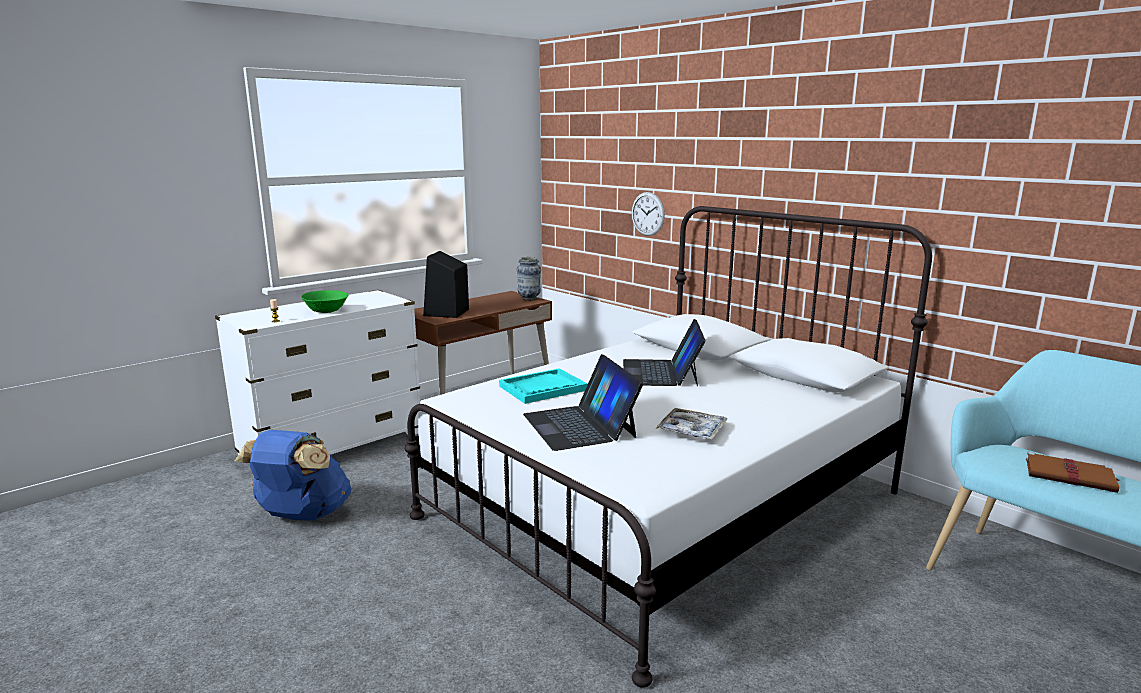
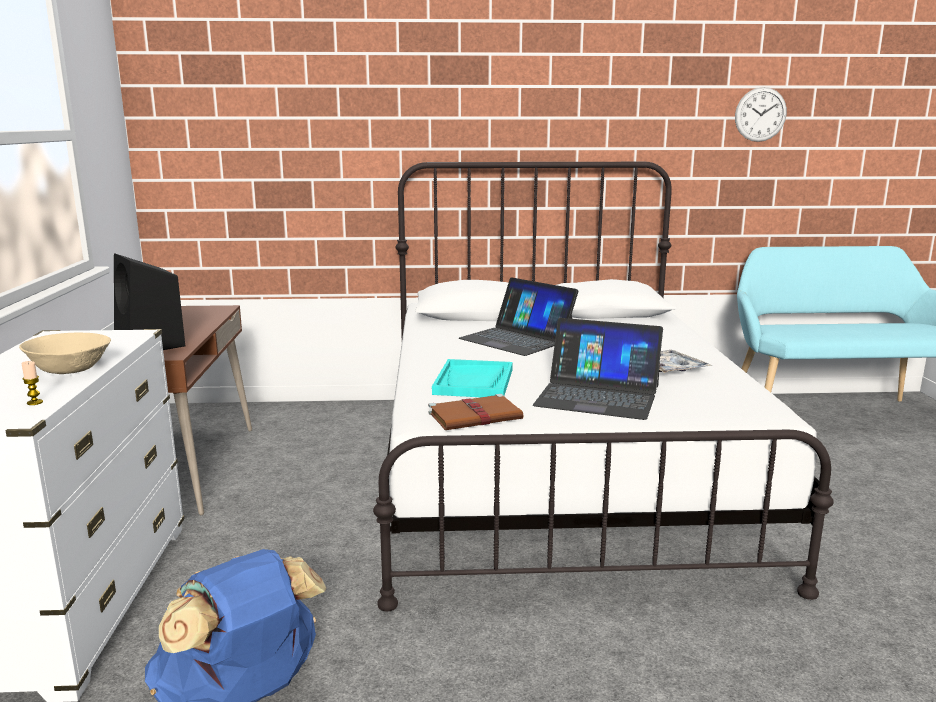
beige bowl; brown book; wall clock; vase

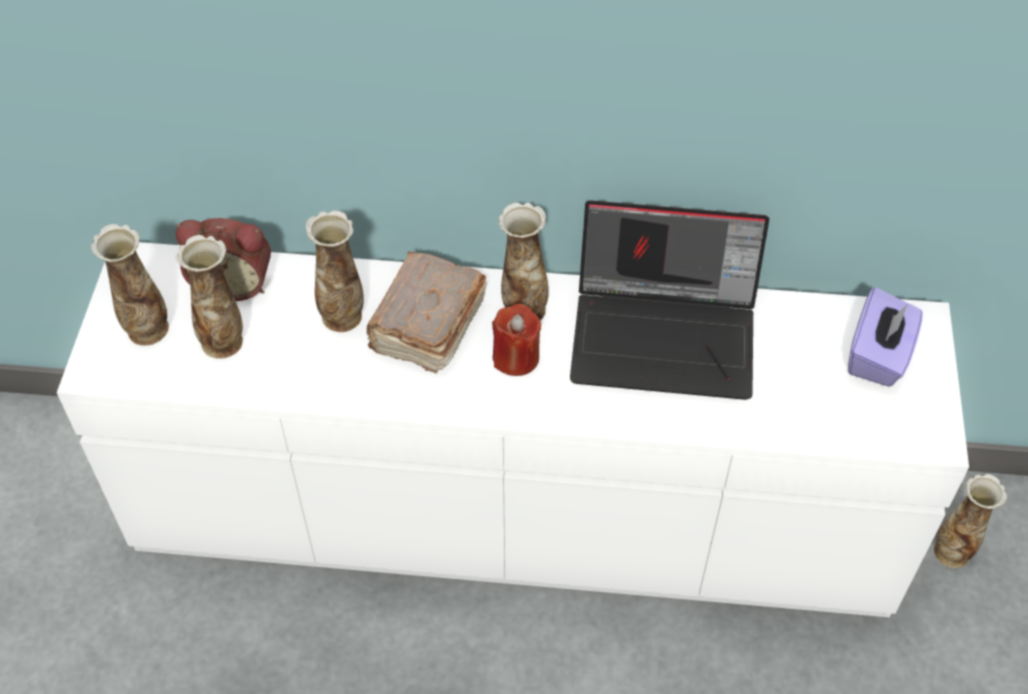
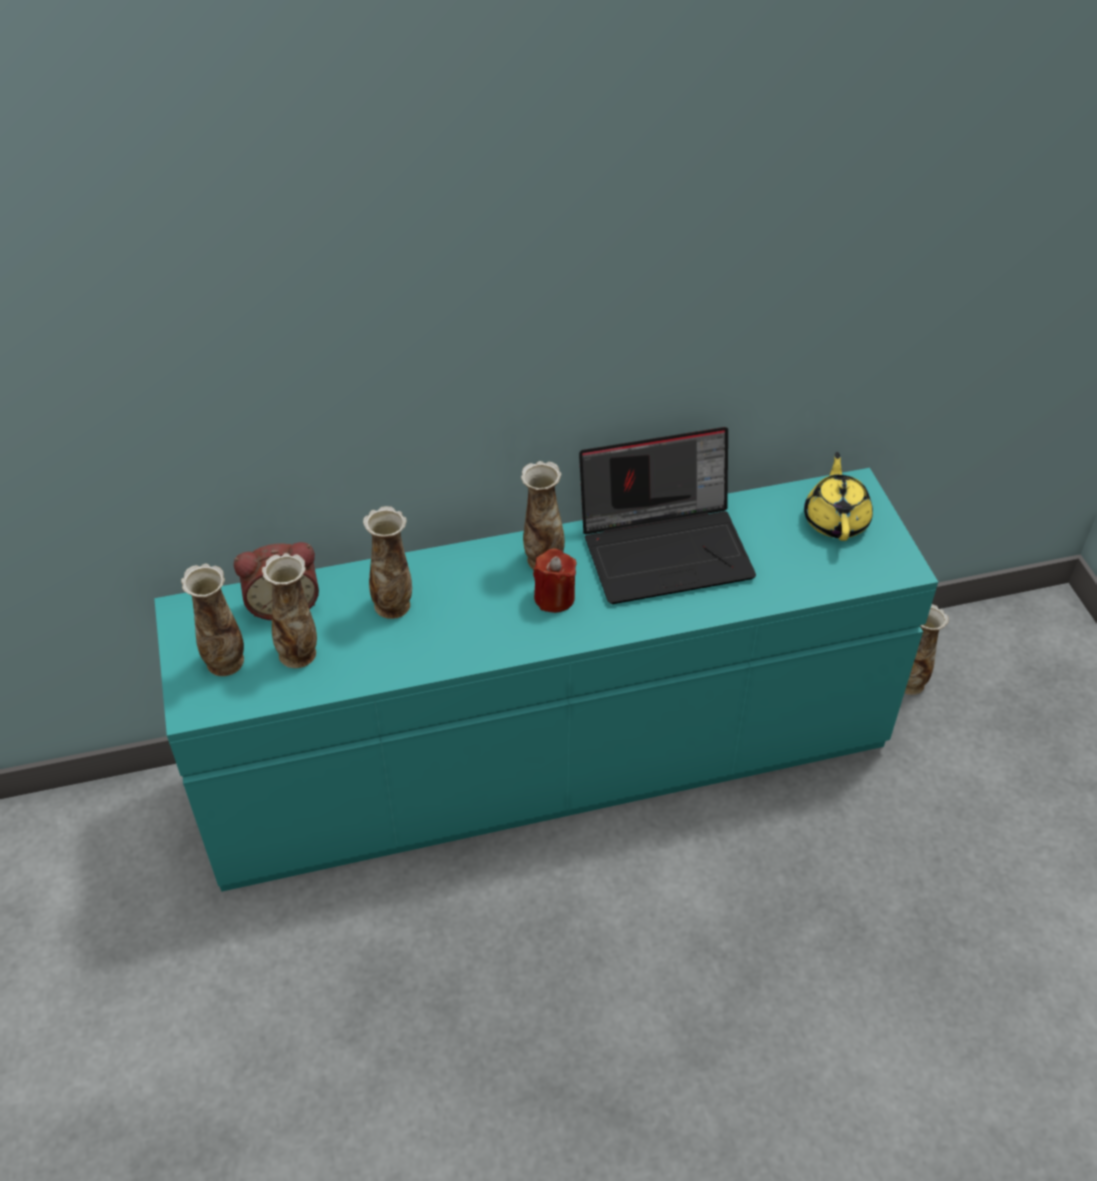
turquoise dresser; yellow teapot; brown book

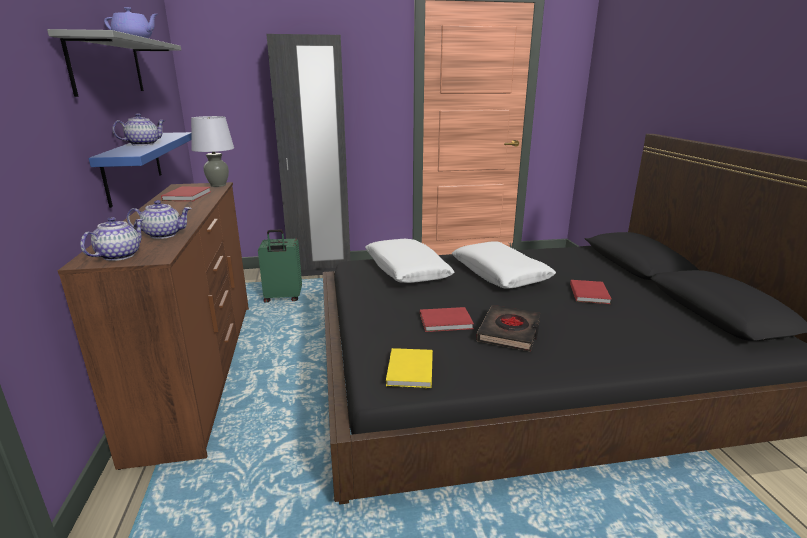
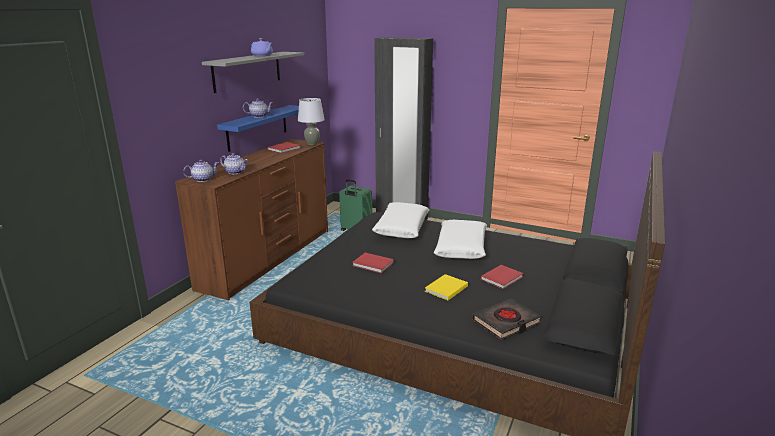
yellow book; black book

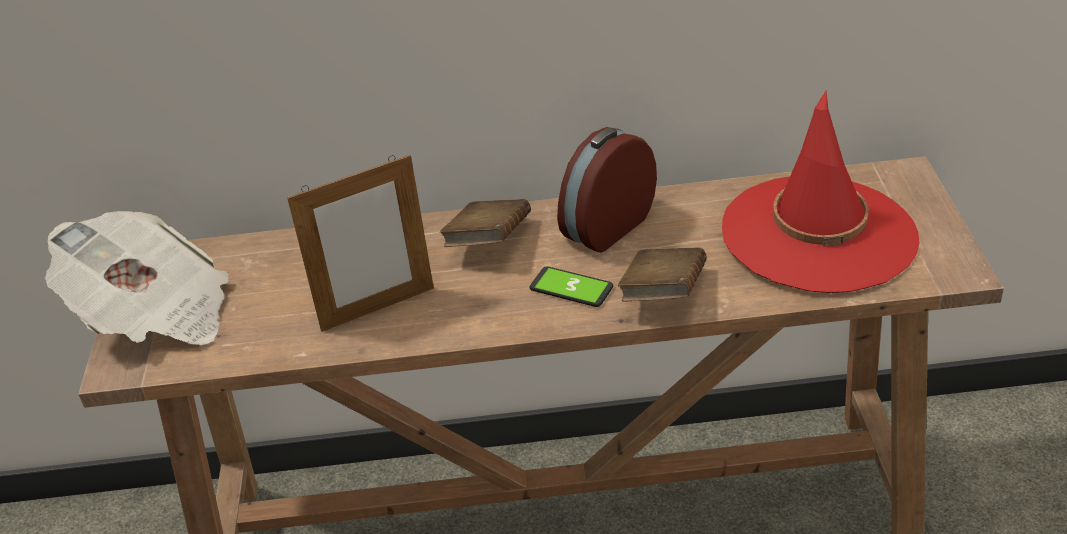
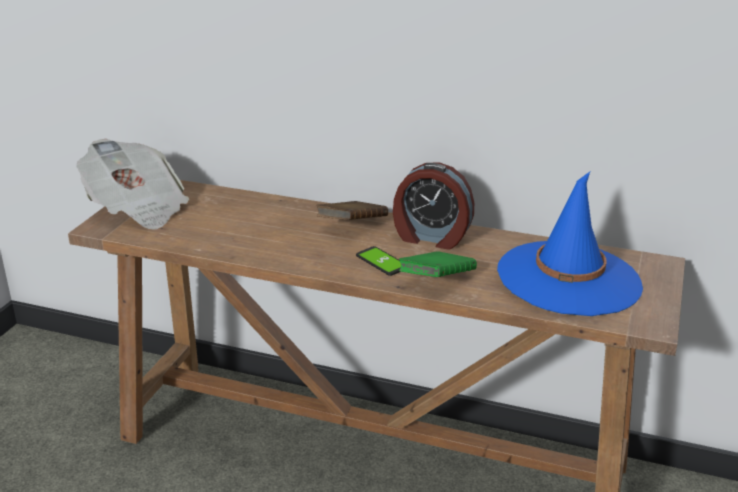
alarm clock; green book; blue hat; picture frame

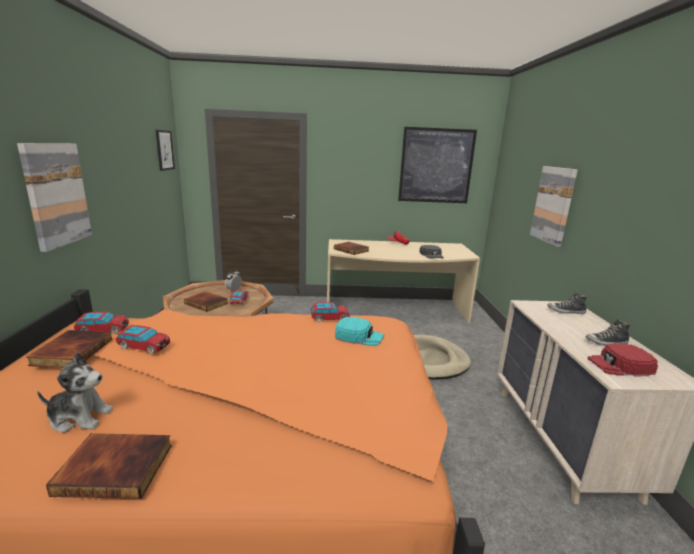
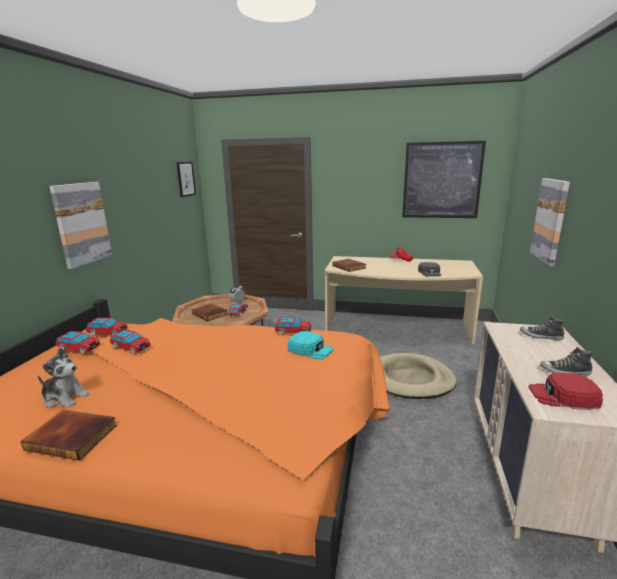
toy car (no. 1 from left)

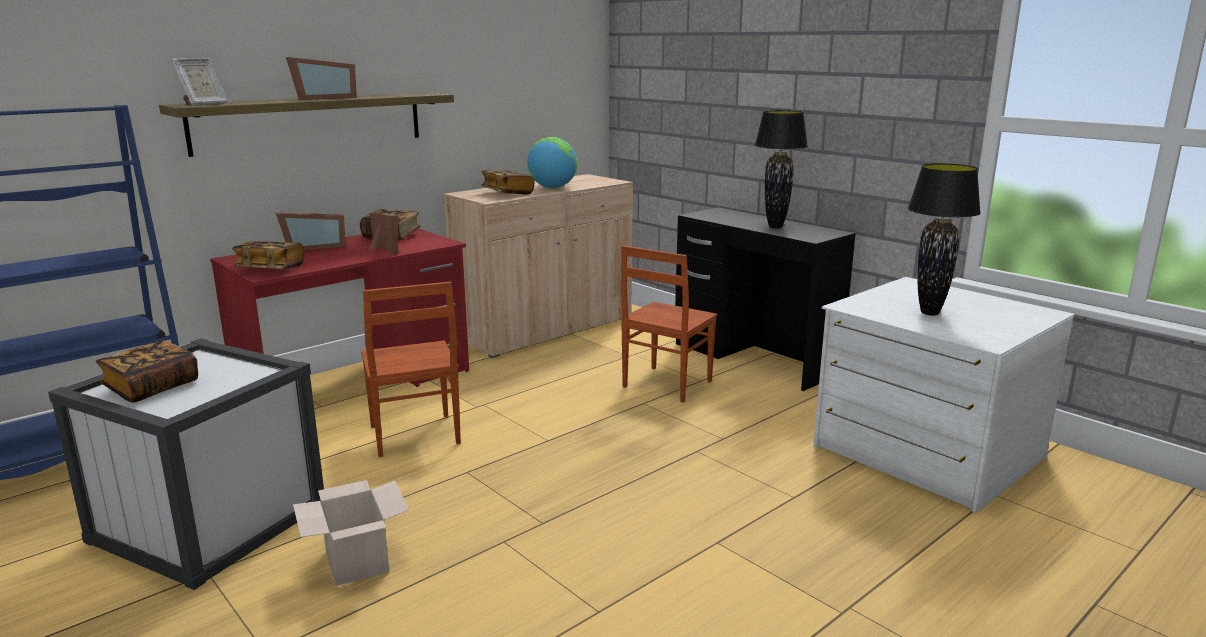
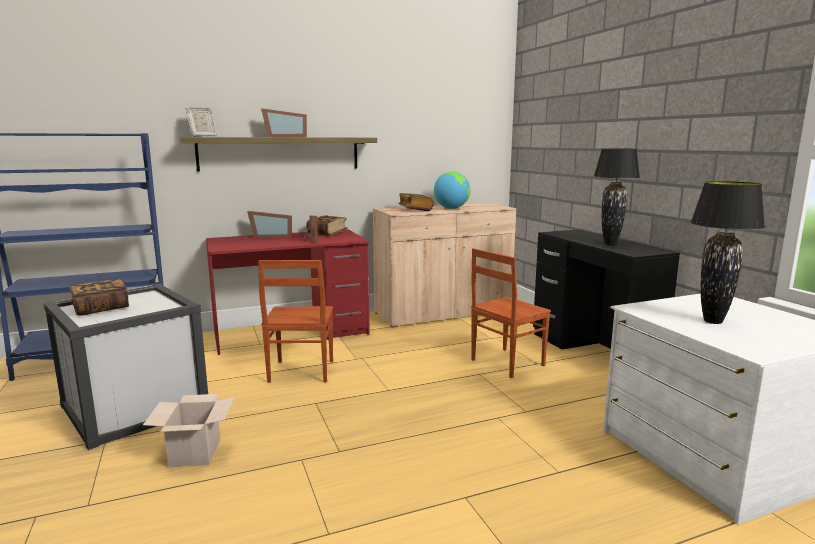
book (no. 2 from left in the first image)

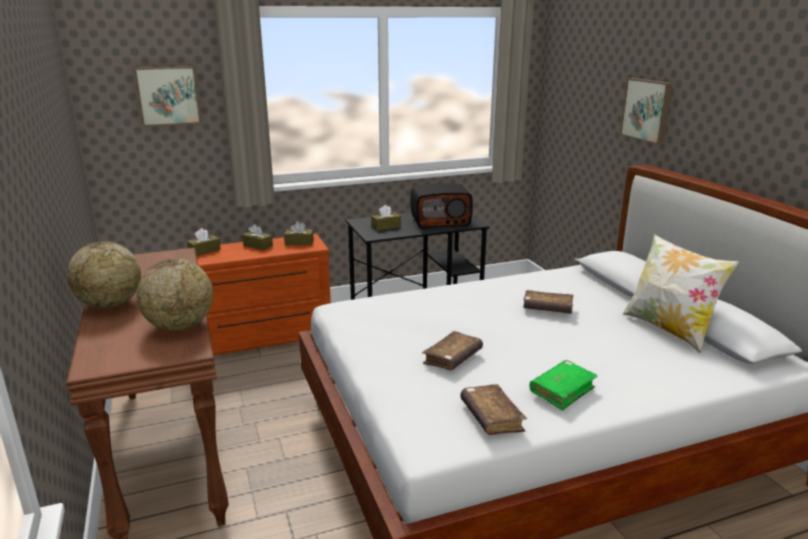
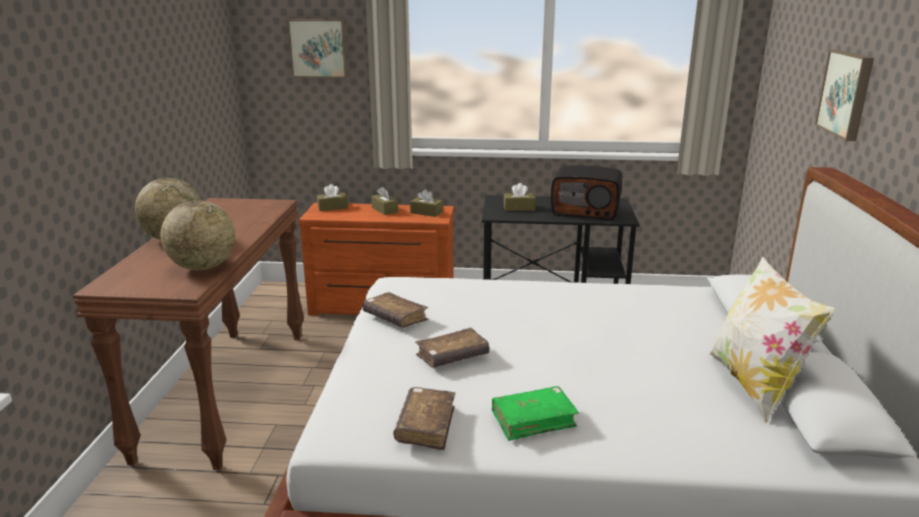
brown book (no. 1 from left)

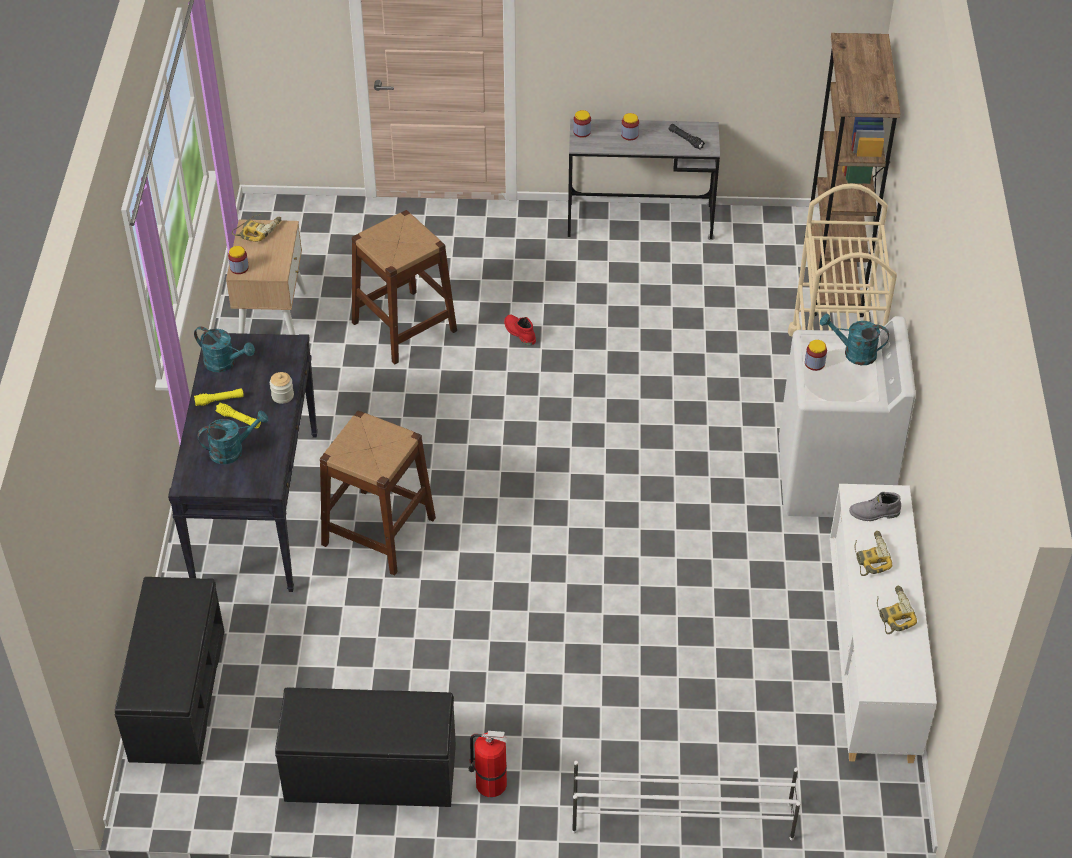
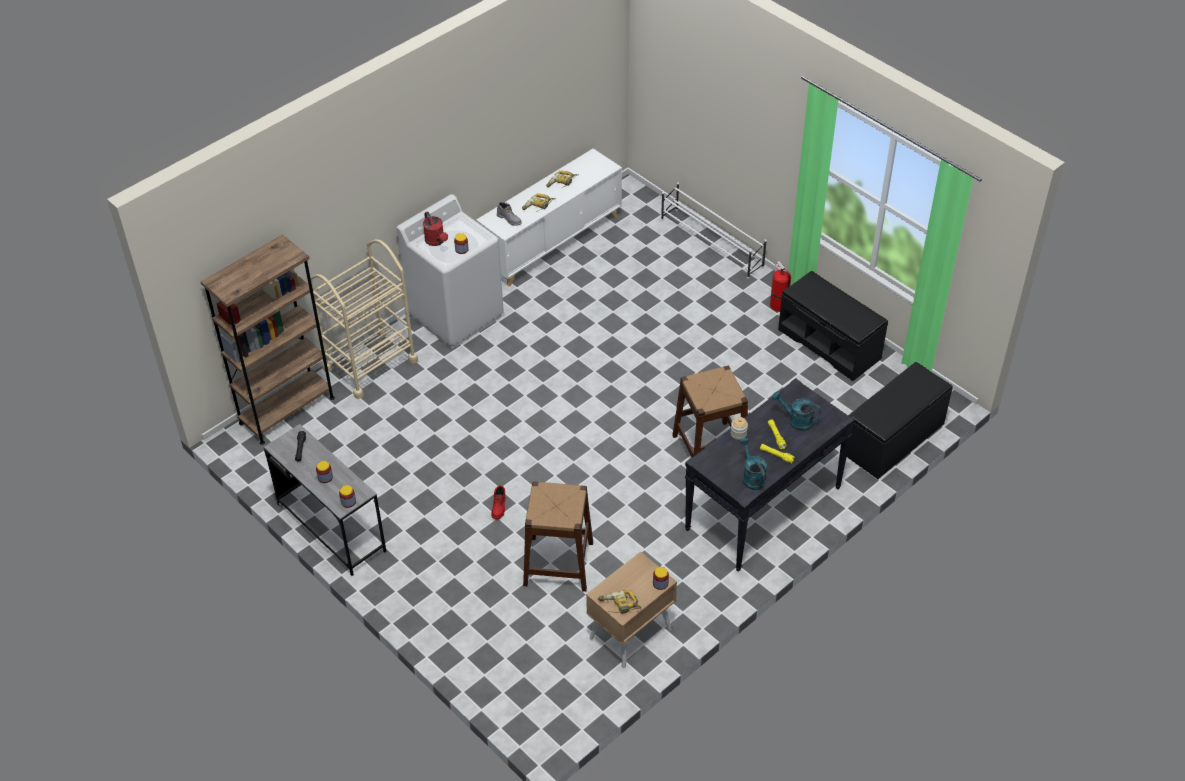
red watering can

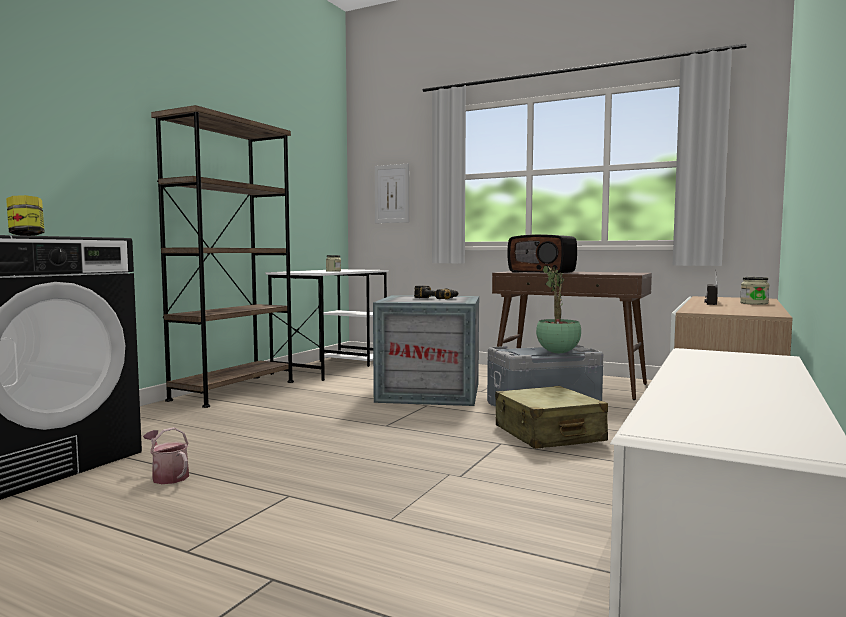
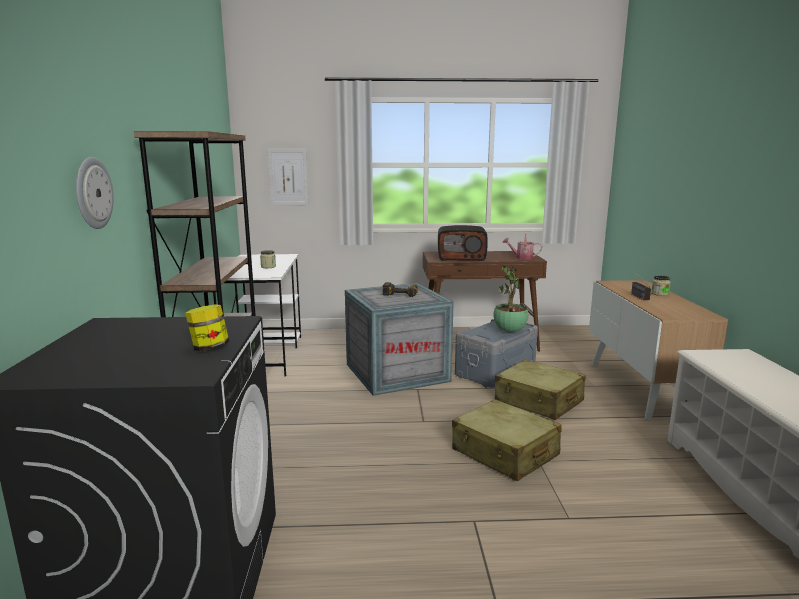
wall clock; beige suitcase (no. 1 from left); watering can

